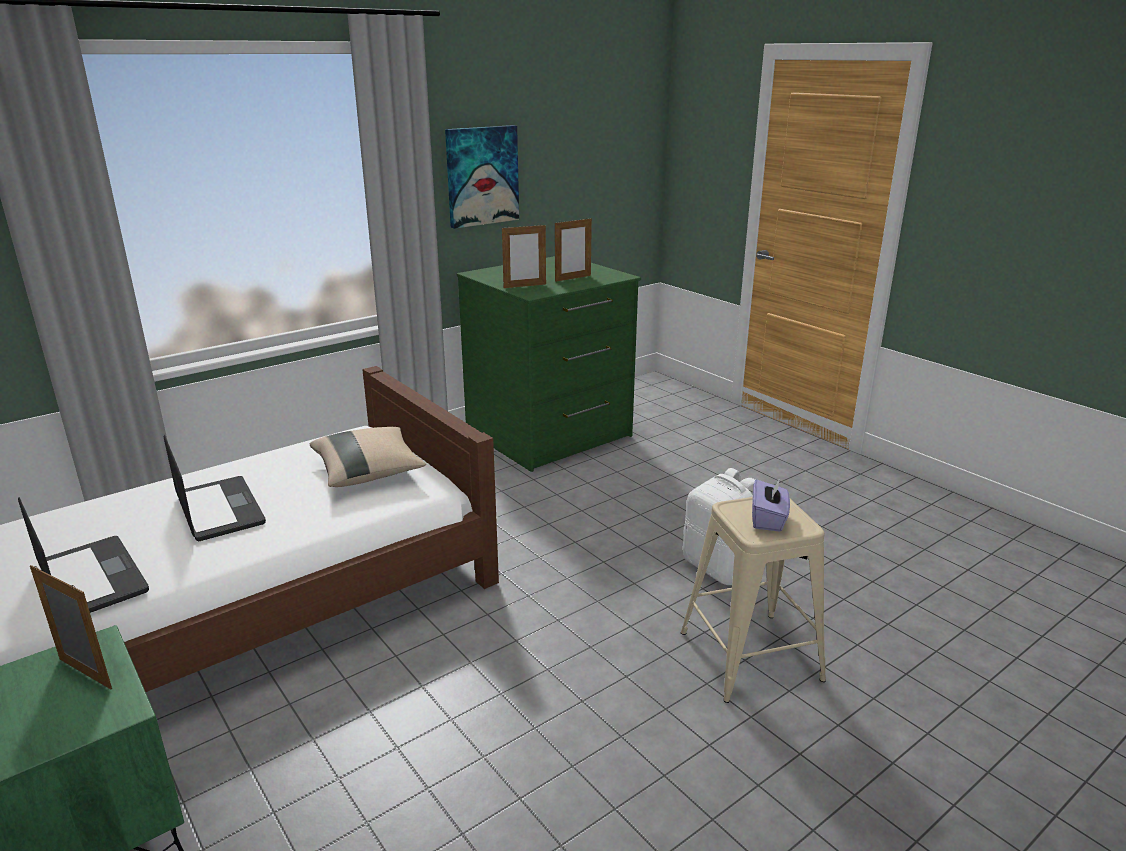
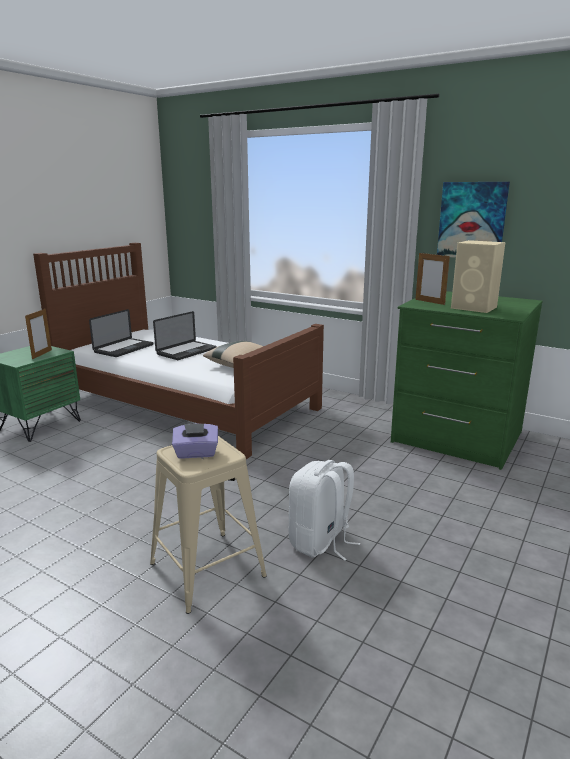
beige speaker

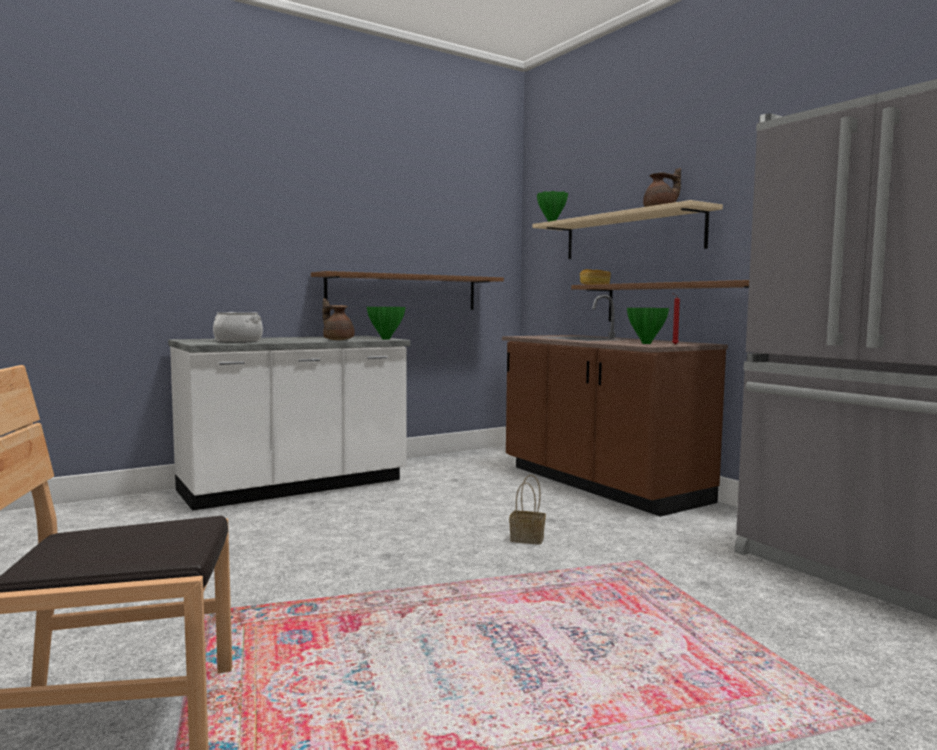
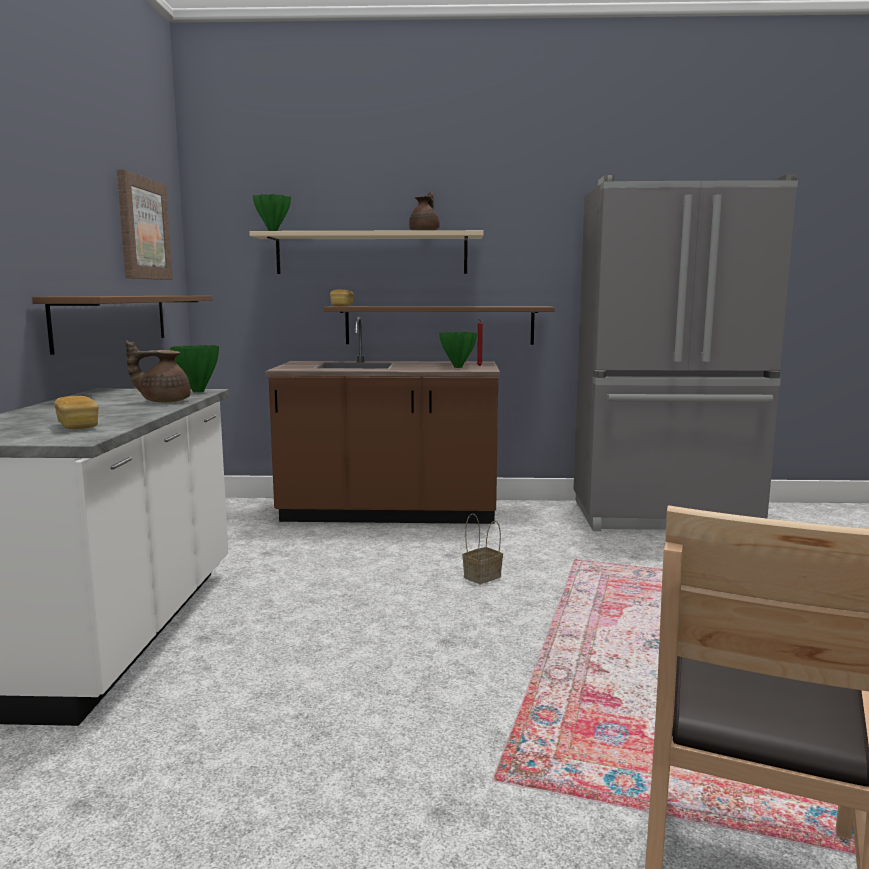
bread (no. 1 from left); picture

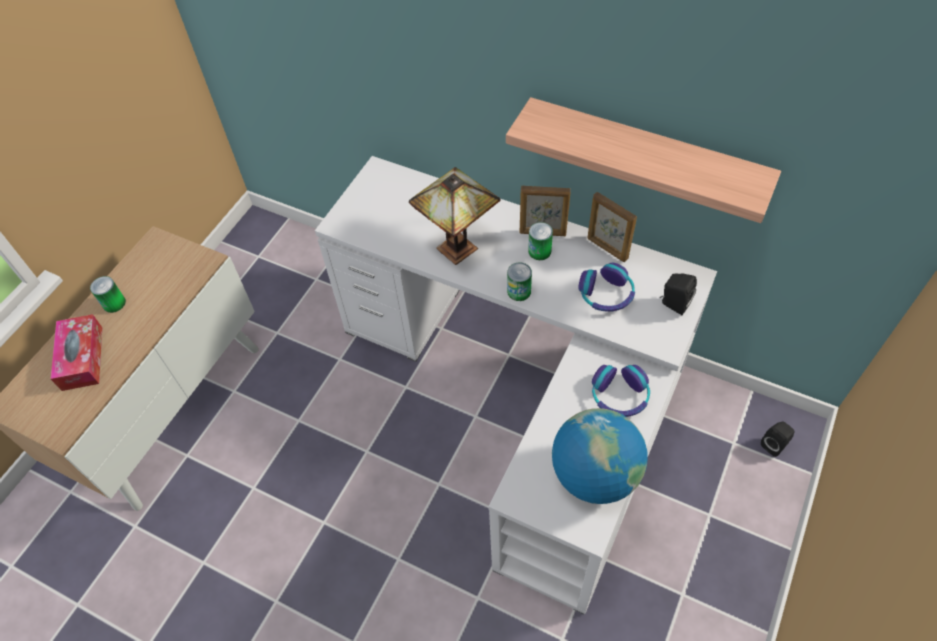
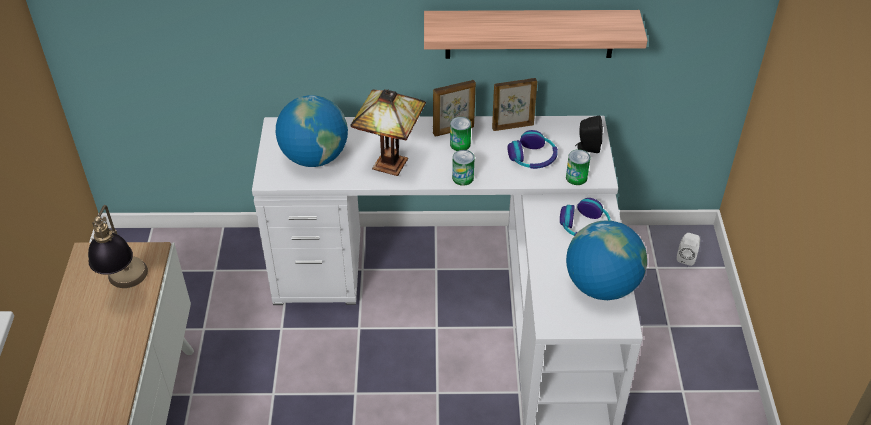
table lamp (no. 1 from left); globe (no. 1 from left); picture frame (no. 2 from left); can (no. 3 from left); white speaker; tissue box

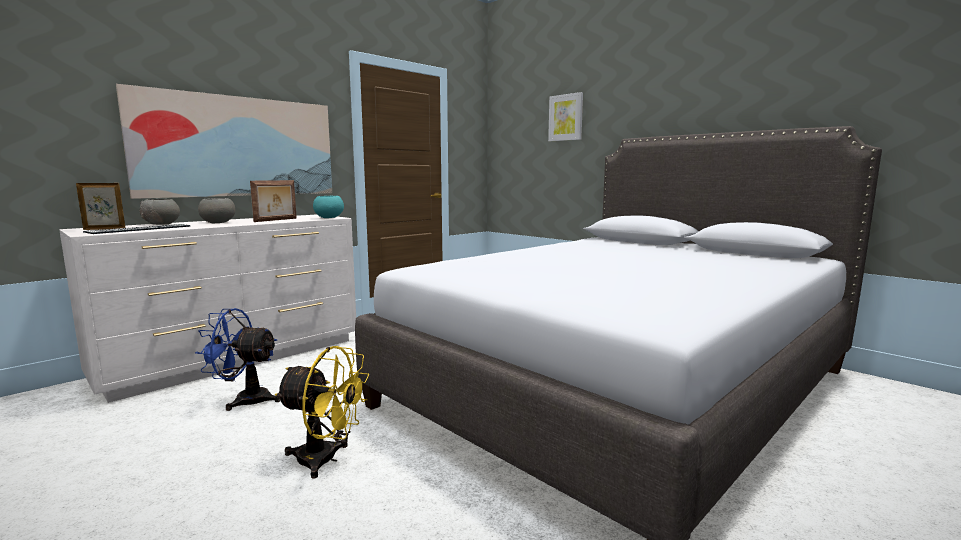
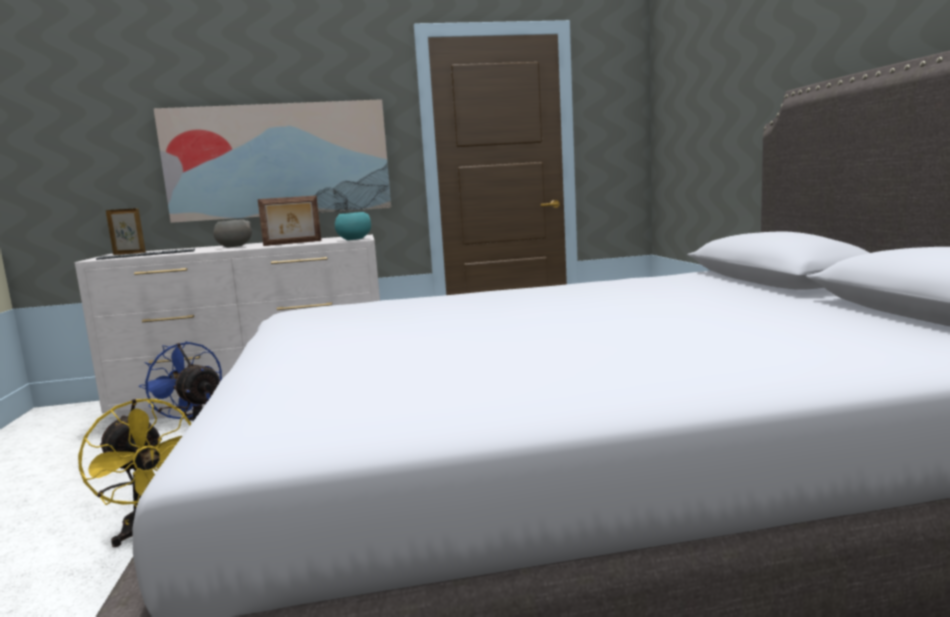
grey bowl (no. 1 from left in the first image); picture (no. 2 from left in the first image)

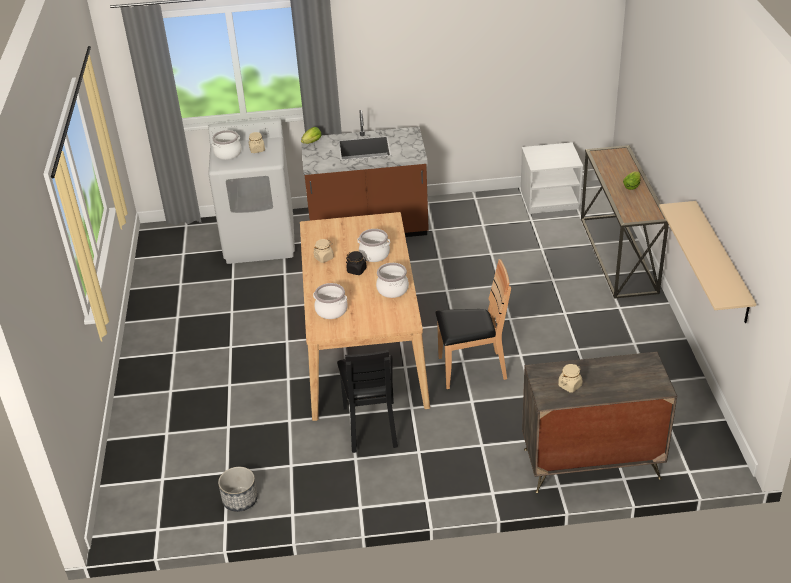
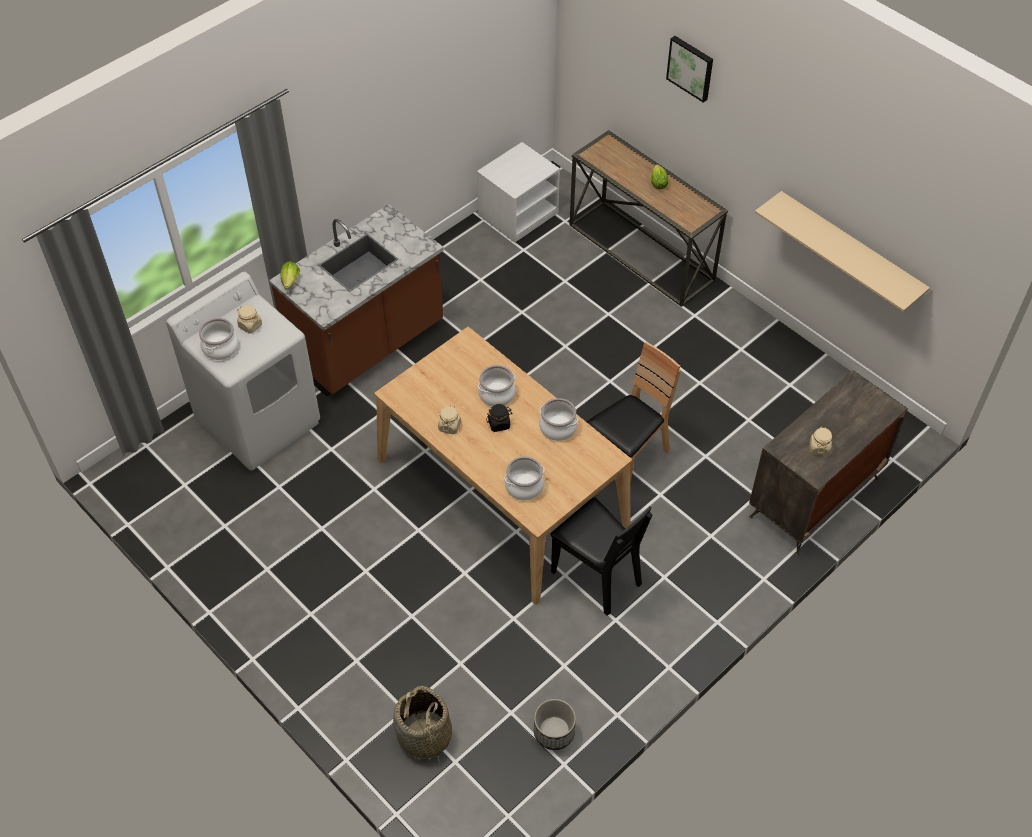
basket; picture

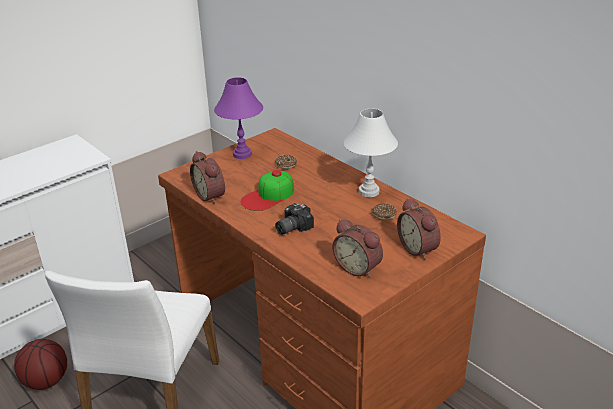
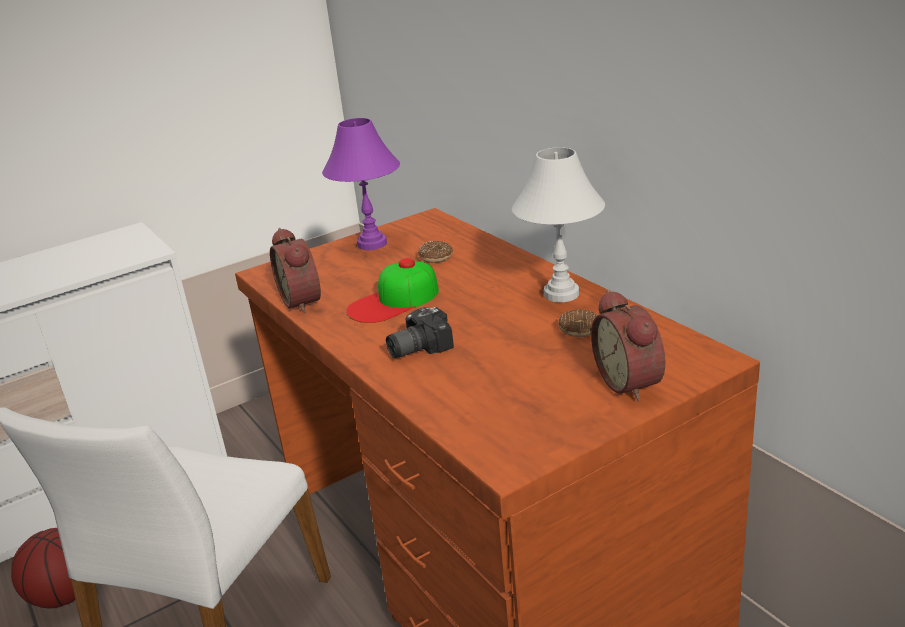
alarm clock (no. 2 from left in the first image)

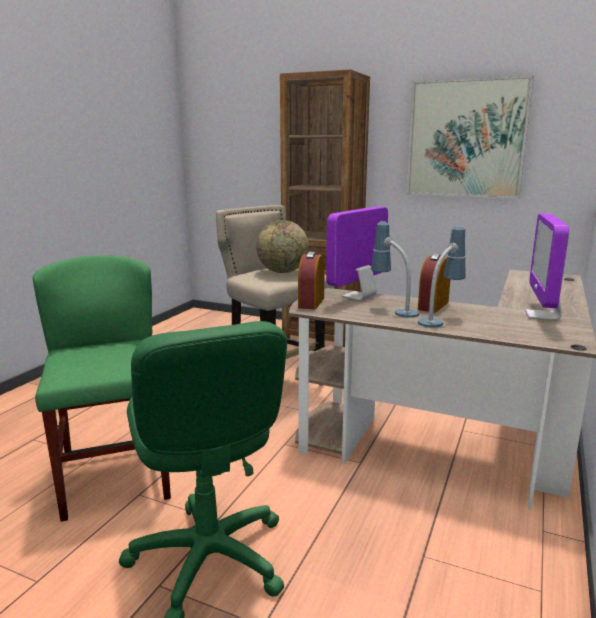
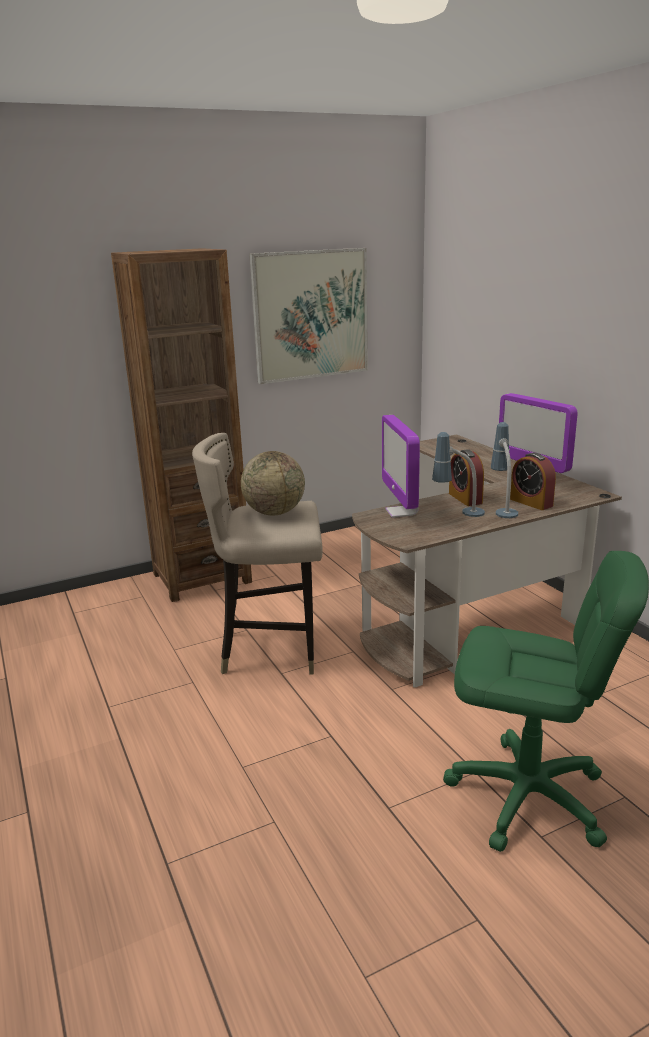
alarm clock (no. 2 from left); green chair

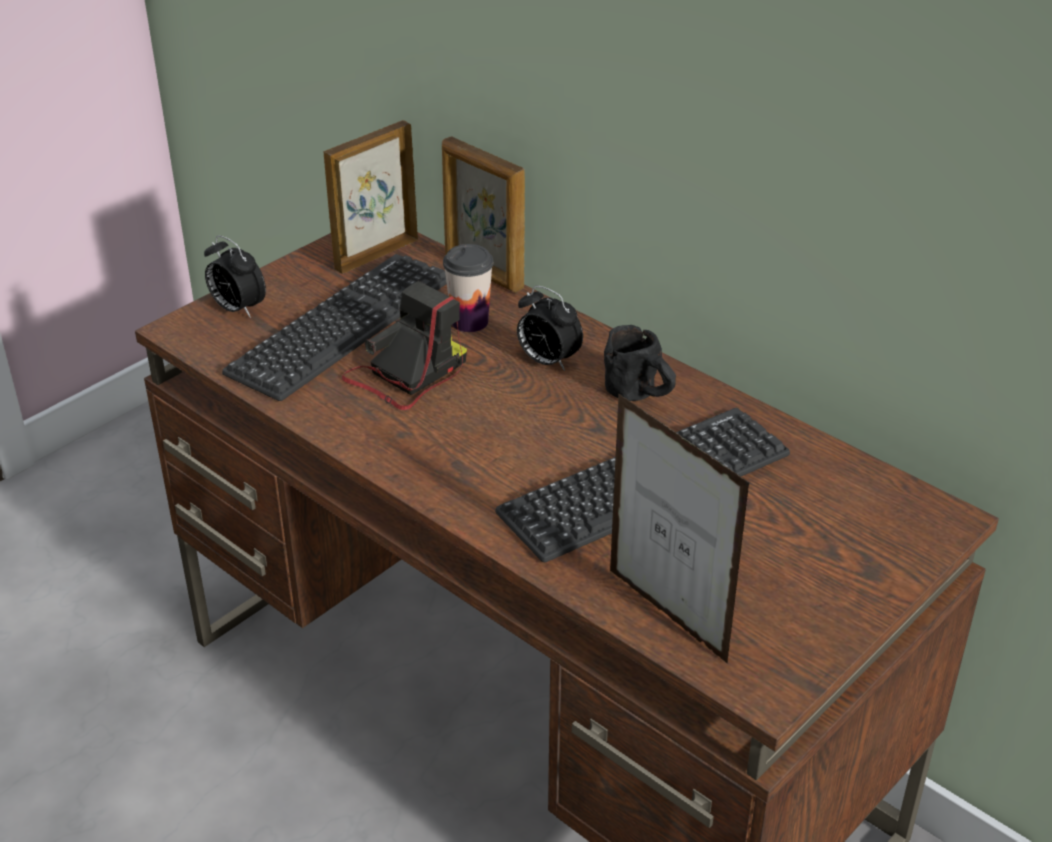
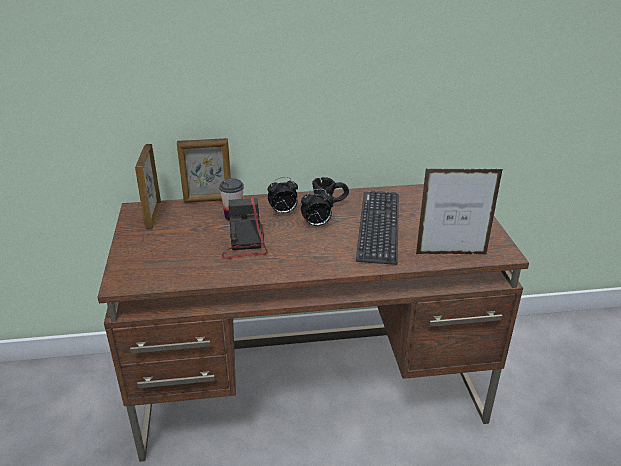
alarm clock (no. 2 from left); keyboard (no. 1 from left in the first image)

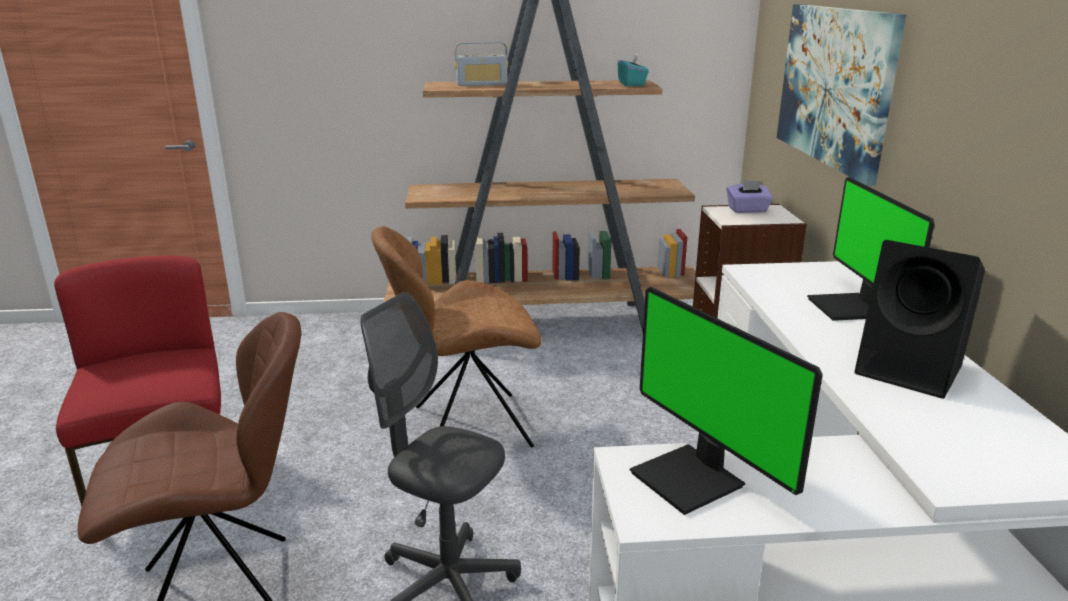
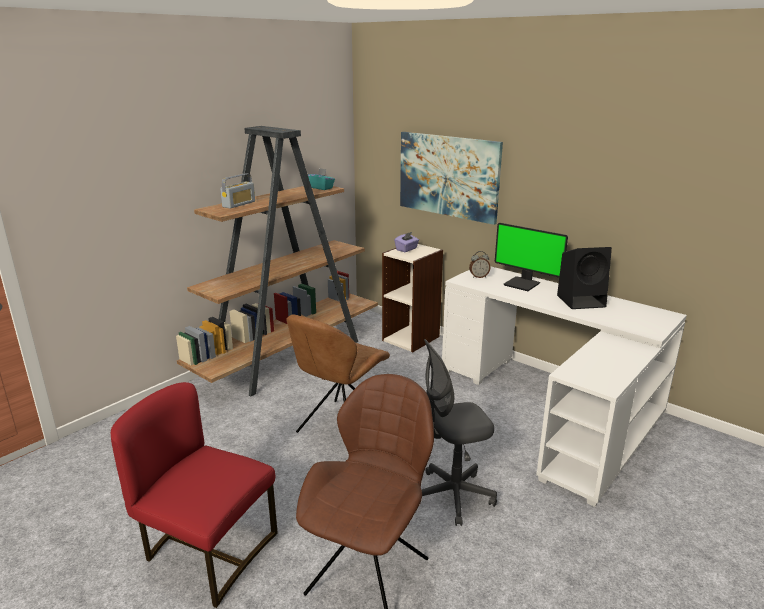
alarm clock; monitor (no. 1 from left in the first image)

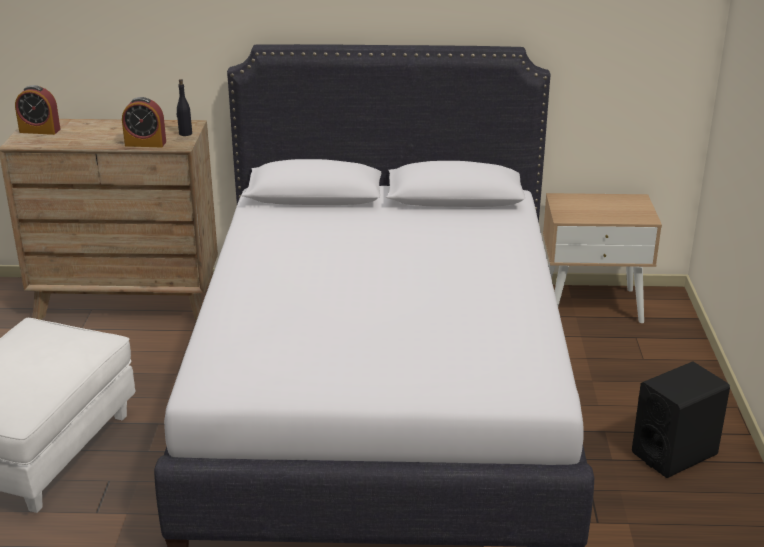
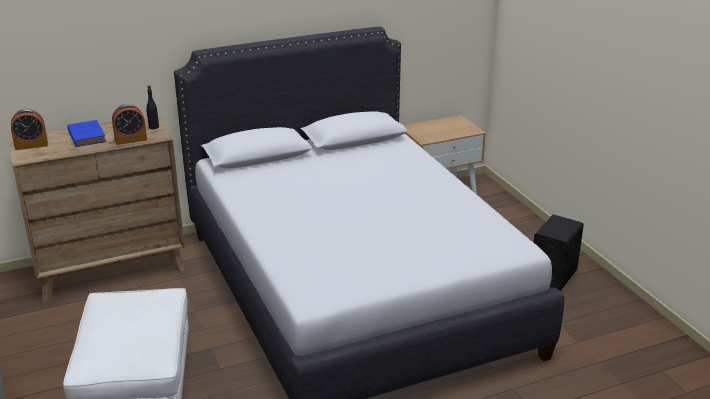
blue book

